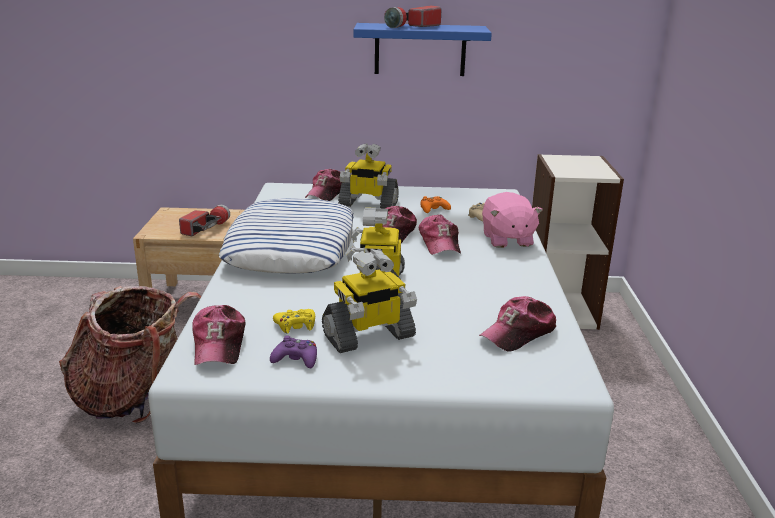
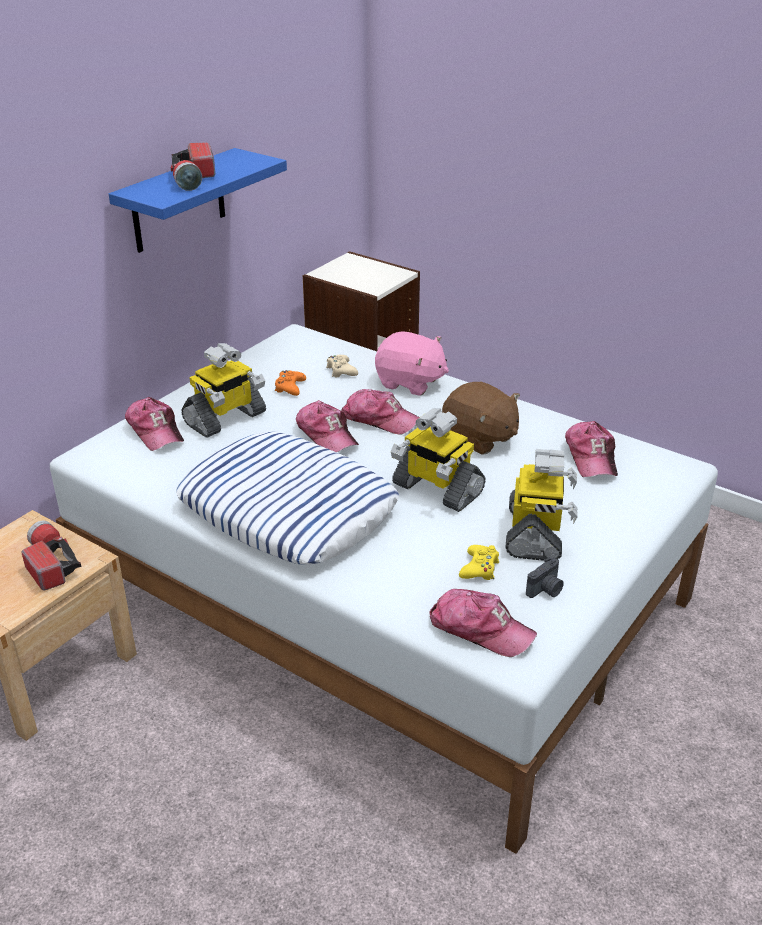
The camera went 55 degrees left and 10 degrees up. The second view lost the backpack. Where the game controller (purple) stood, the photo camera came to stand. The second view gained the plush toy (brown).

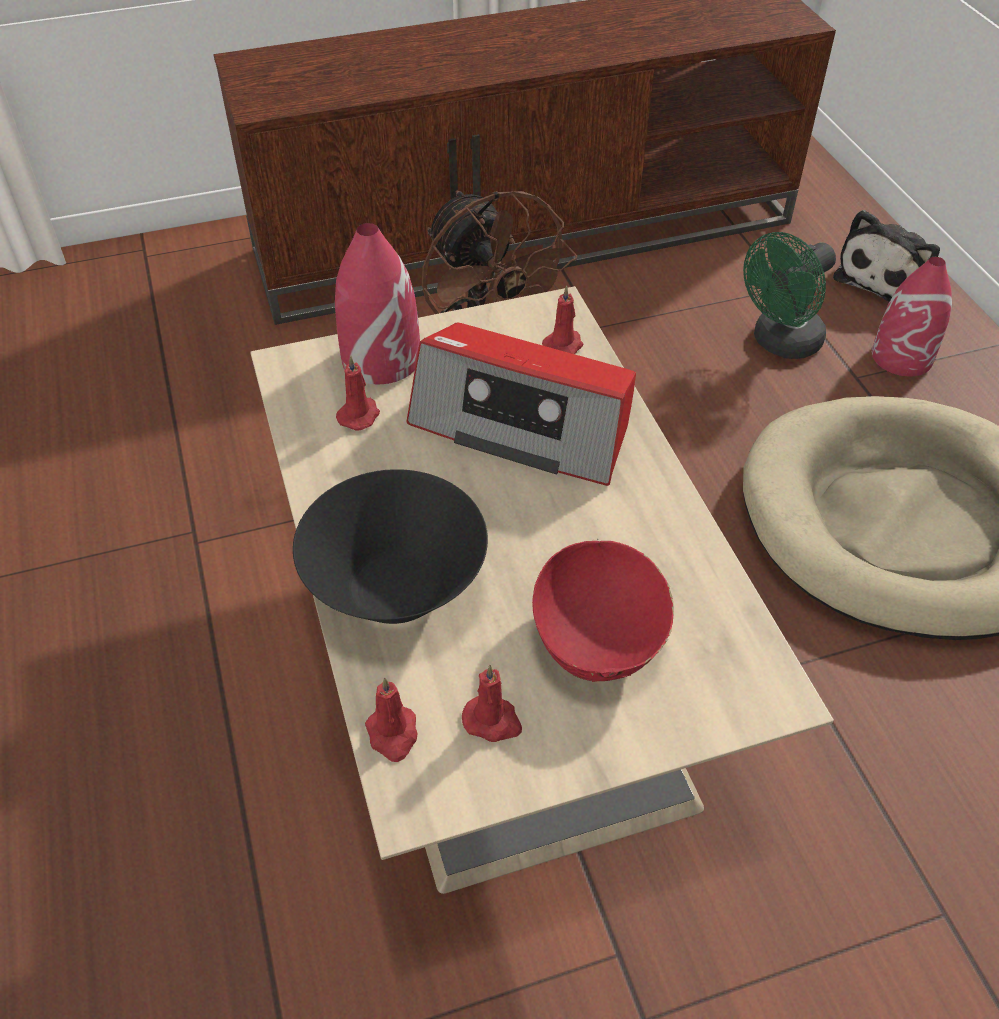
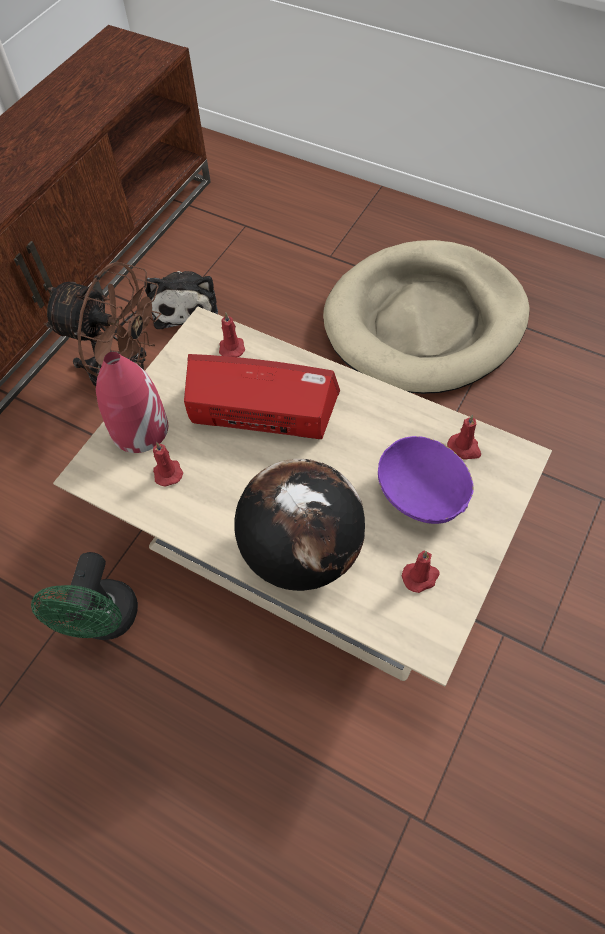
The camera went 40 degrees left and 10 degrees up. Where the bowl (black) stood, the globe came to stand. The candle (red) (2nd from left in the first image) ended up elsewhere. The radio ended up facing another way, 150 degrees counterclockwise from before. What was the bowl (red) turned into the bowl (purple). The fan (green) ended up elsewhere. The plush toy ended up elsewhere. The second view lost the vase (red) (2nd from left).

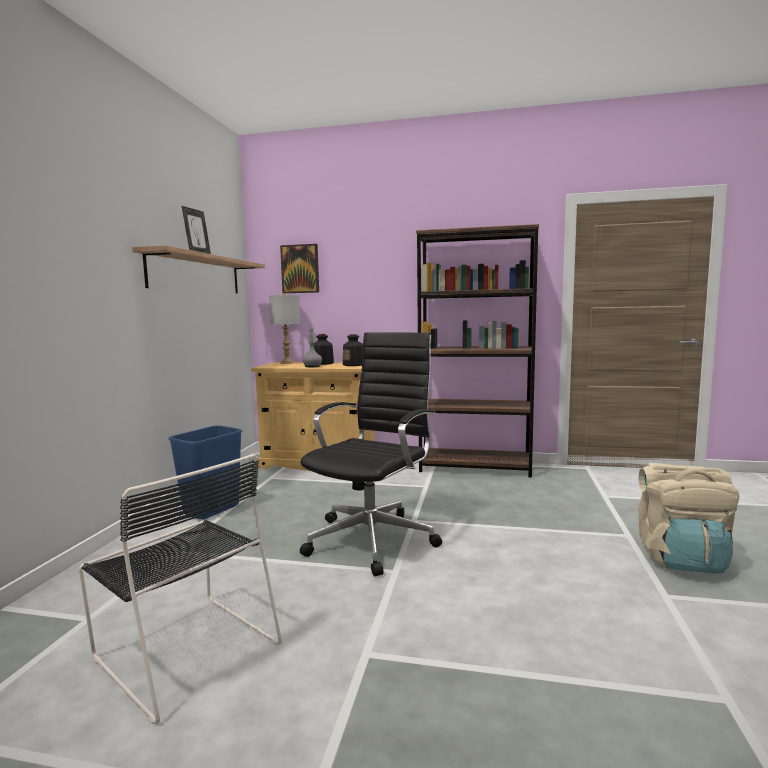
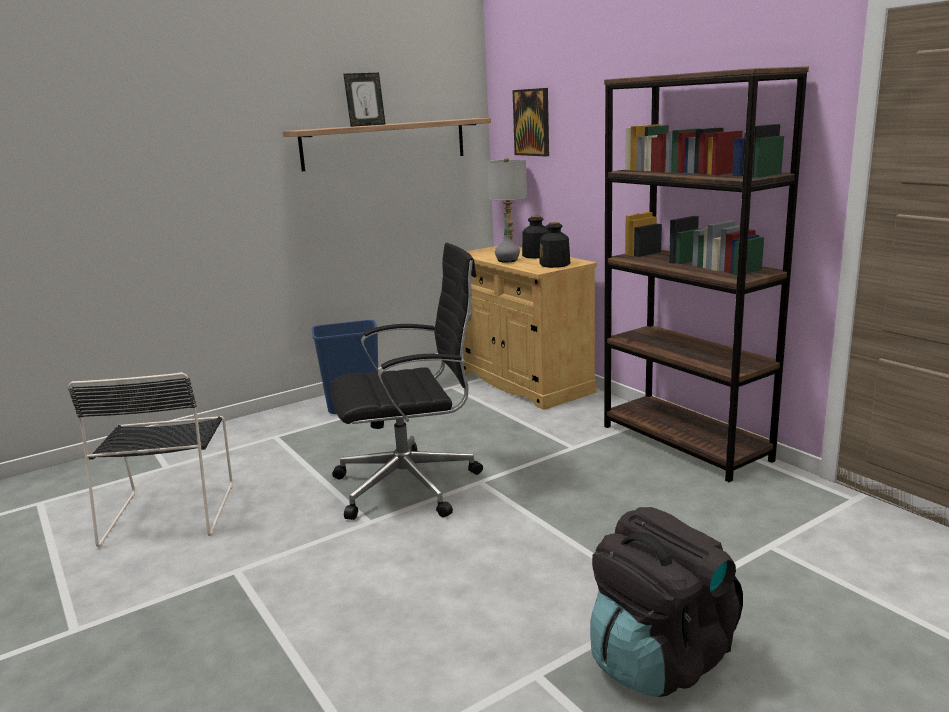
The camera went 45 degrees right and 10 degrees up. What was the backpack (beige) turned into the backpack (black).

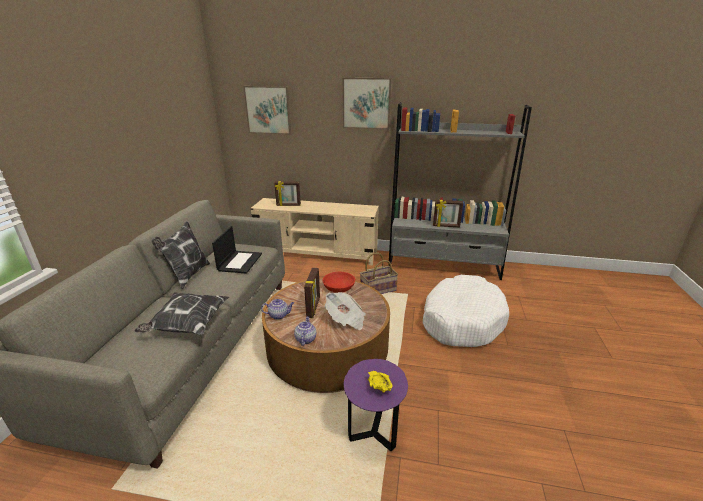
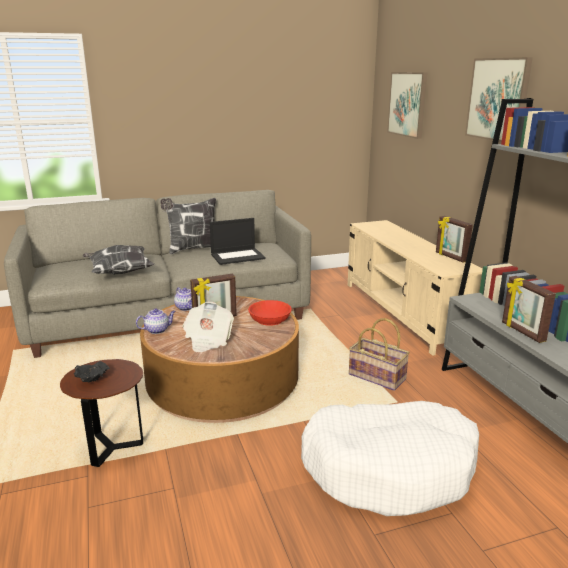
The camera went 60 degrees right and 5 degrees down. The picture frame (1st from left in the first image) ended up elsewhere. What was the side table (purple) turned into the side table (brown). What was the bowl (yellow) turned into the bowl (black).

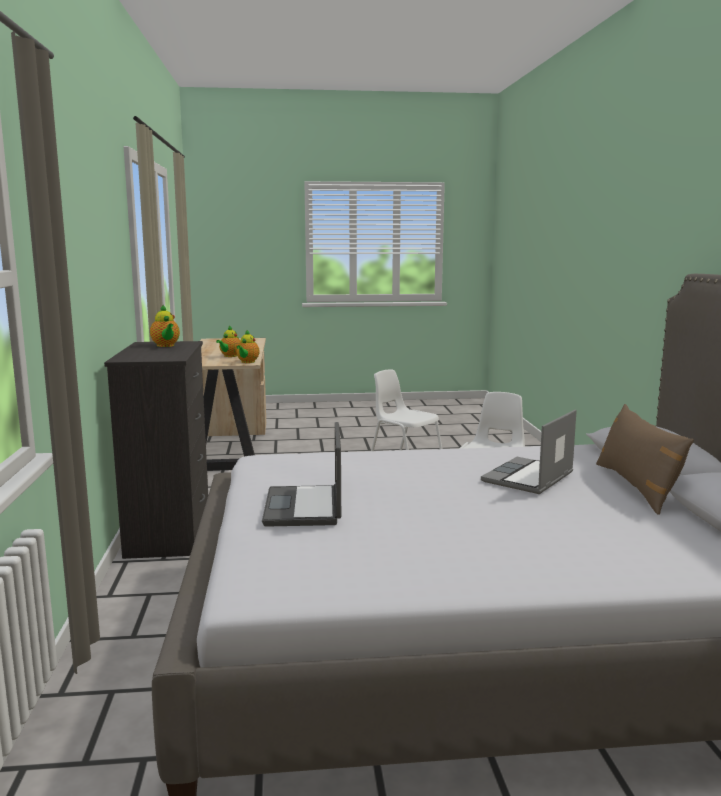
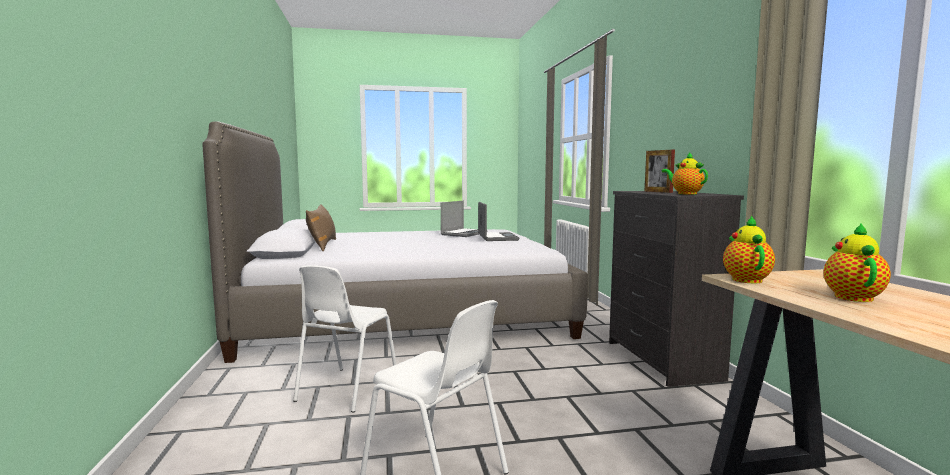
The camera went 175 degrees right and 5 degrees down. The laptop (2nd from left in the first image) ended up elsewhere. The second view gained the picture frame.

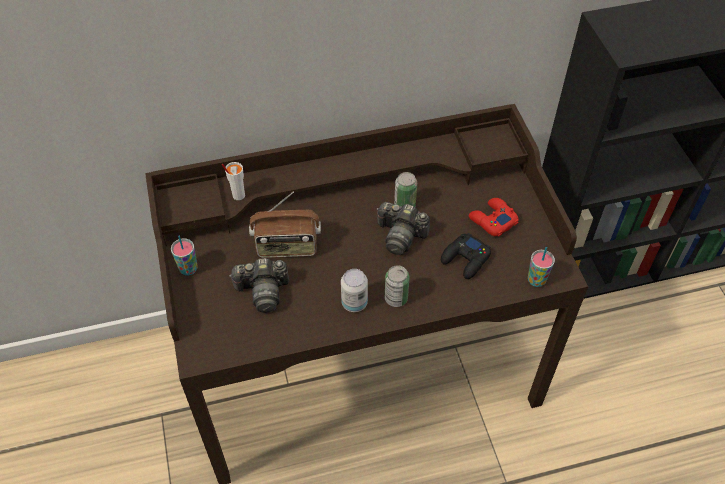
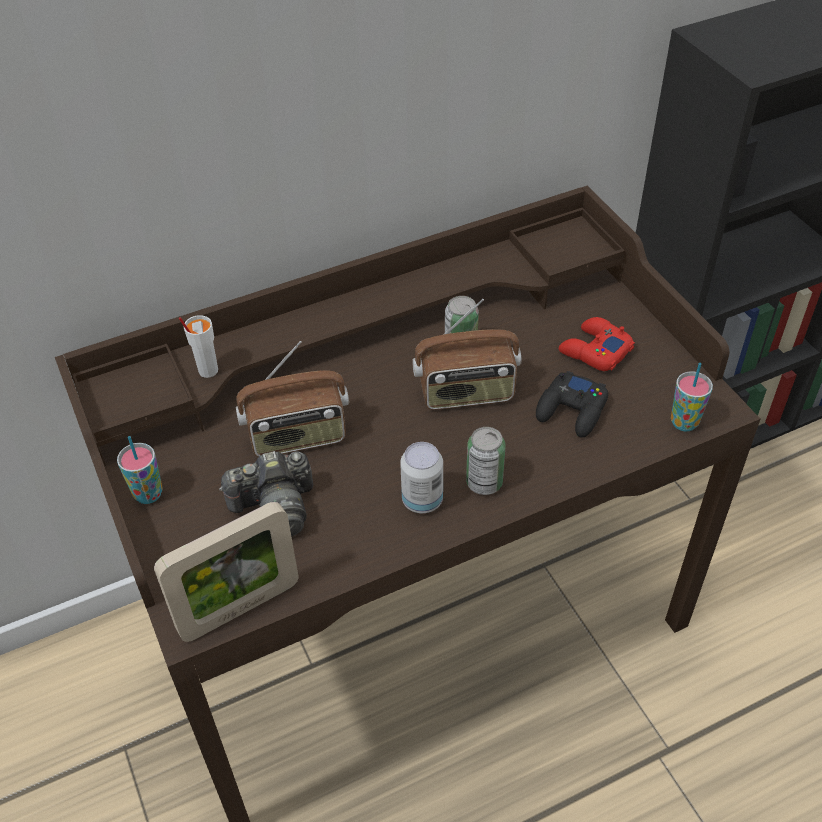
The camera went 10 degrees left and 5 degrees down. Where the photo camera (2nd from left) stood, the radio (2nd from left) came to stand. The second view gained the picture frame.

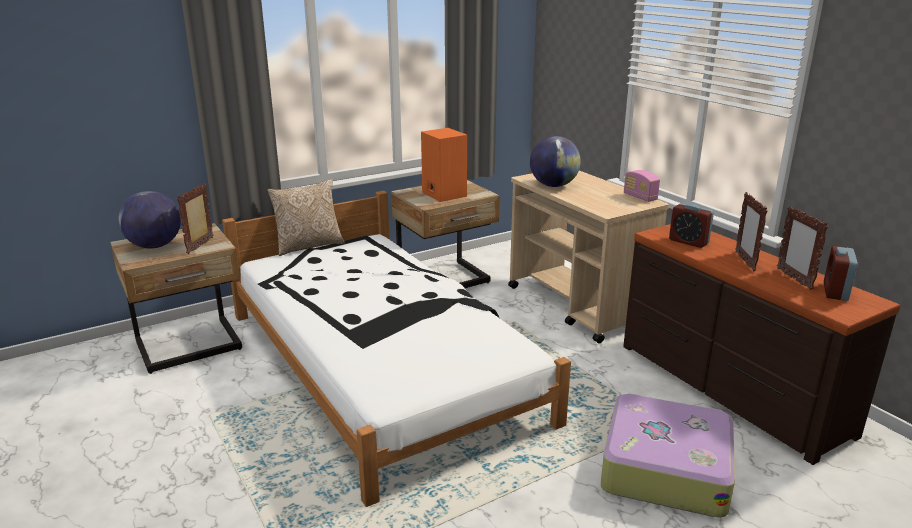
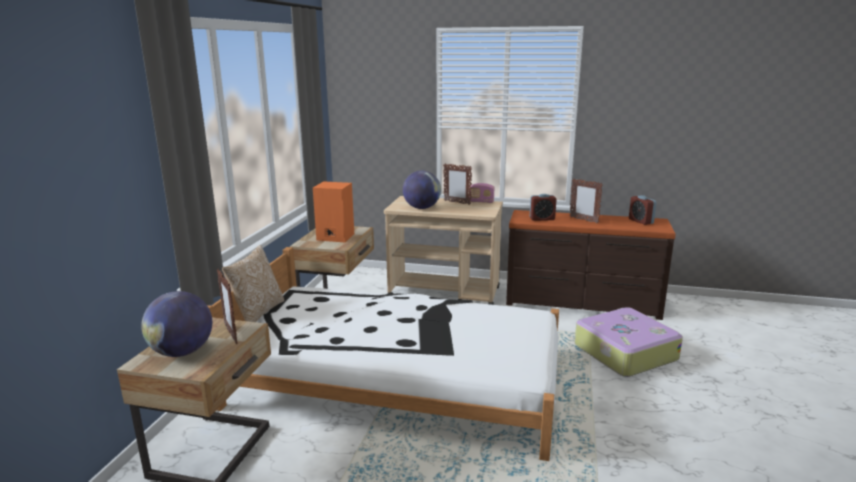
The camera went 45 degrees left and 5 degrees down. The picture frame (3rd from left in the first image) ended up elsewhere.

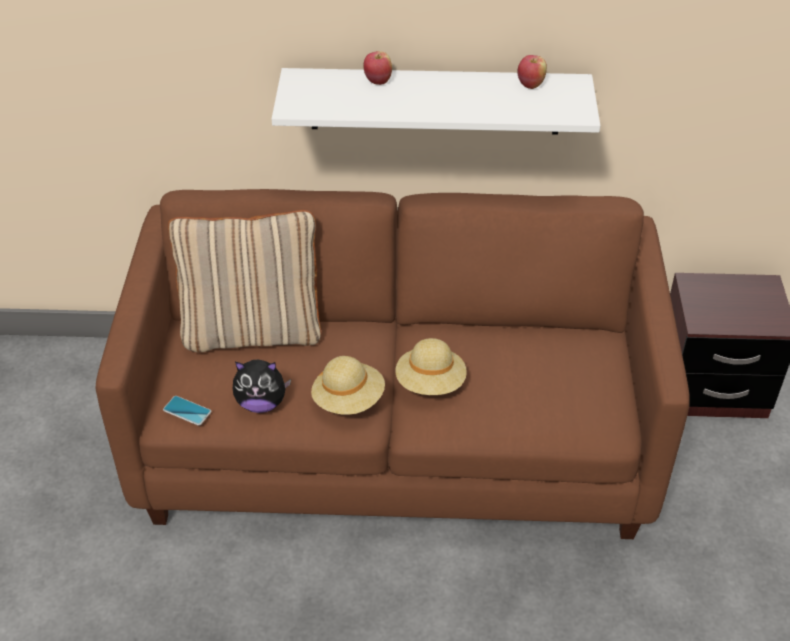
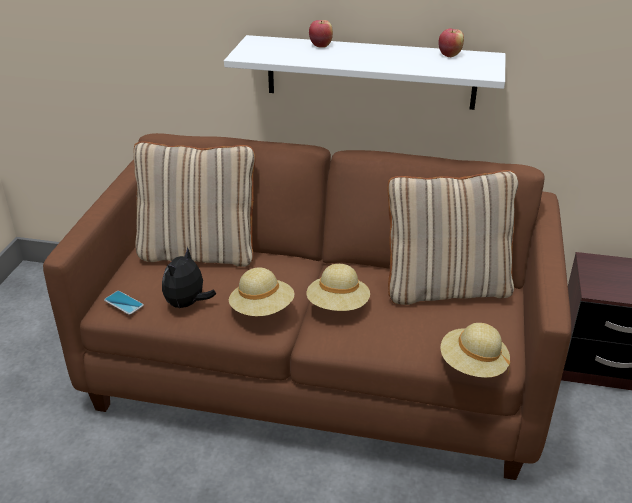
The camera went 10 degrees right and 10 degrees down. The plush toy ended up facing another way, 105 degrees clockwise from before. The second view gained the pillow (beige) (2nd from left). The second view gained the hat (beige) (3rd from left).

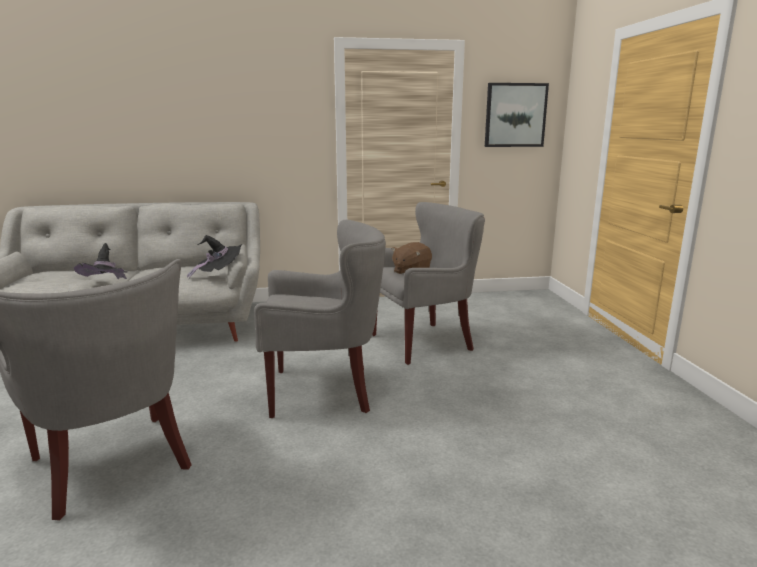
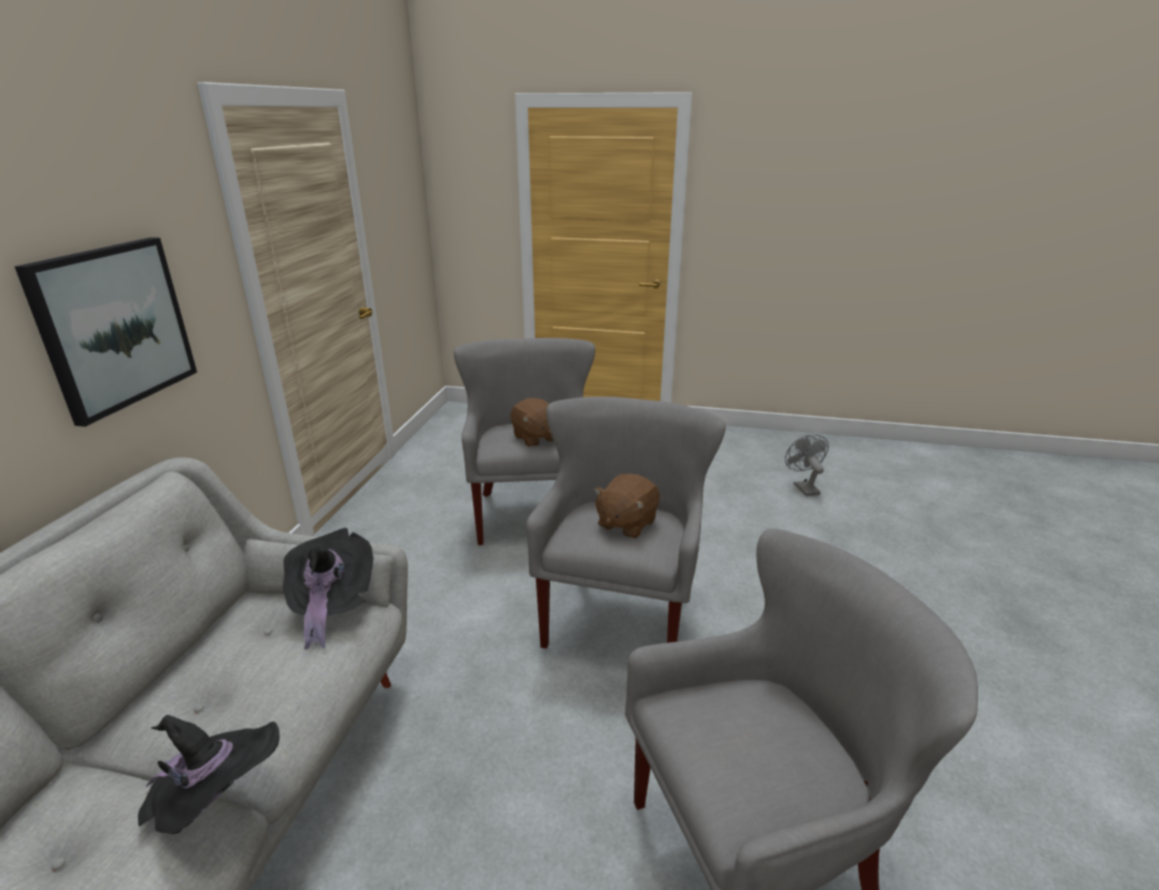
The camera went 70 degrees left and 10 degrees up. The picture ended up elsewhere. The second view gained the plush toy (brown) (2nd from left). The second view gained the fan (grey).

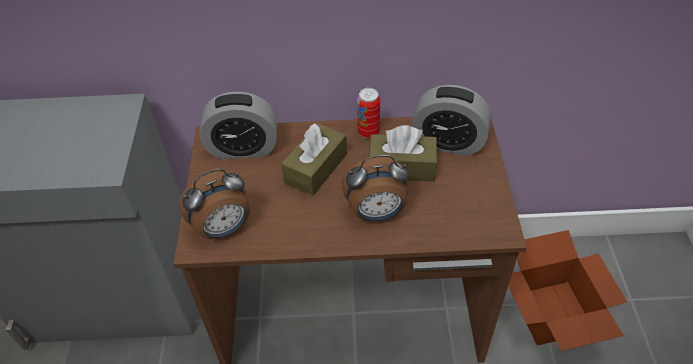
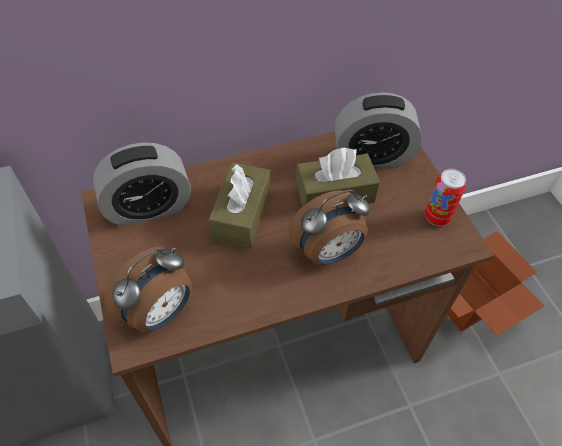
The camera went 20 degrees left and 5 degrees up. The can ended up elsewhere.

